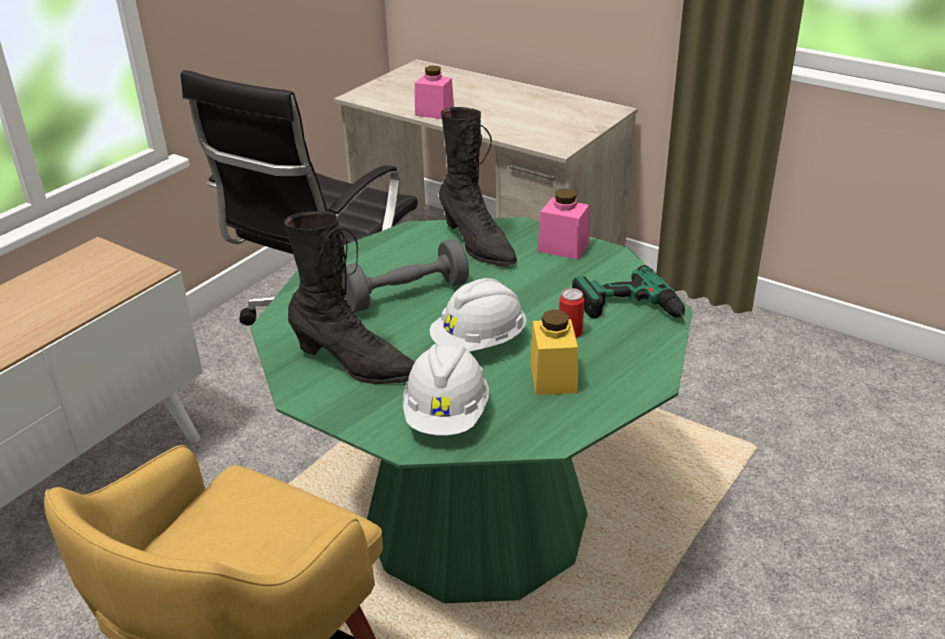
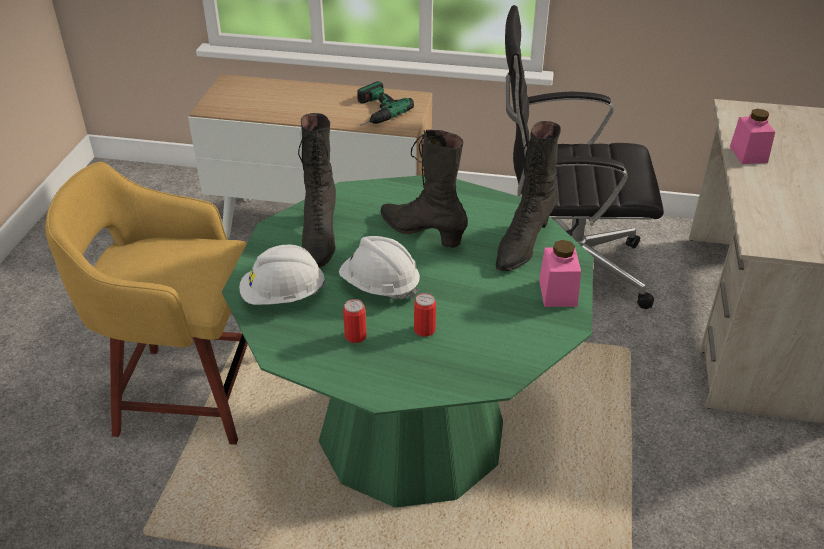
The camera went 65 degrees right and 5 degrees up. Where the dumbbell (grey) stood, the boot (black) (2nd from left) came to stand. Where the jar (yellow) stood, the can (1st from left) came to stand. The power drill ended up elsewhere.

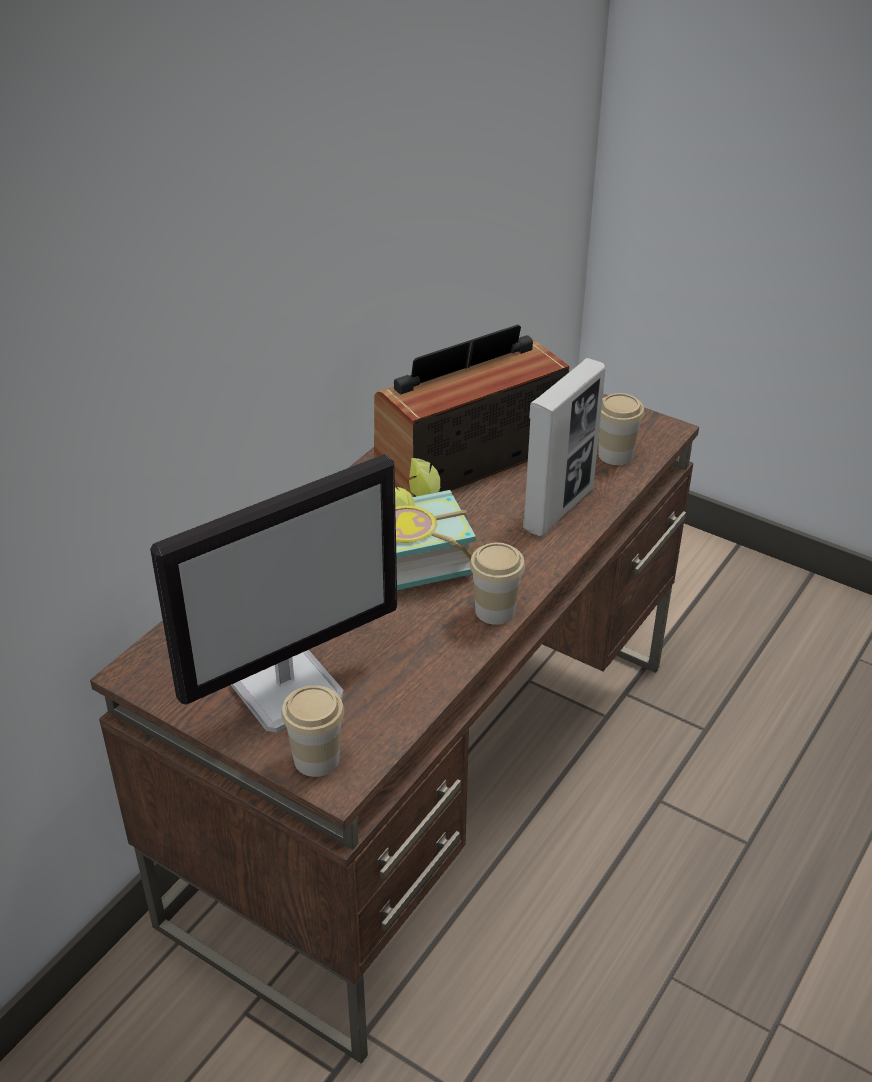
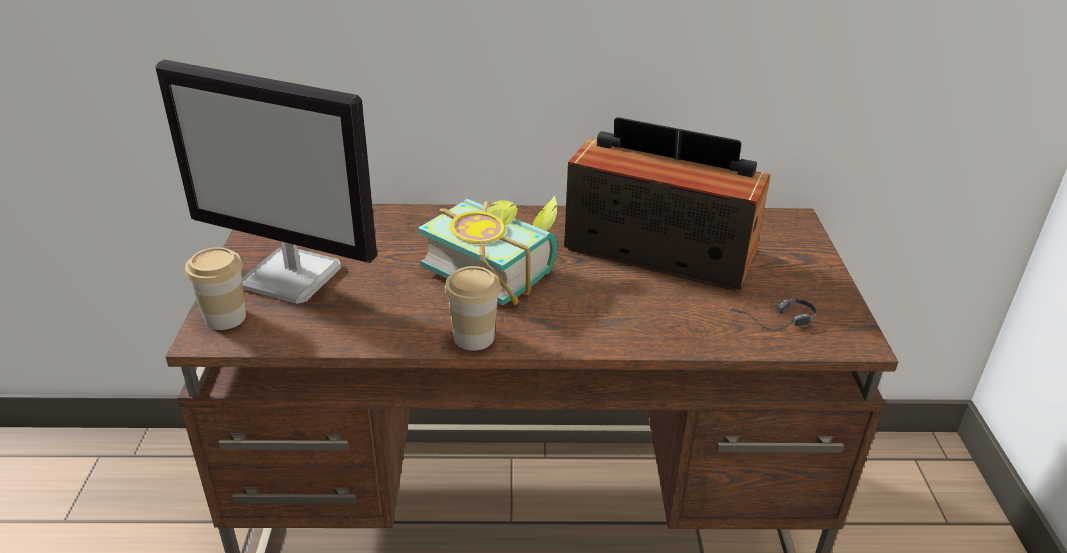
The camera went 55 degrees right and 5 degrees down. The second view lost the picture frame. Where the cup (3rd from left) stood, the headphones came to stand.

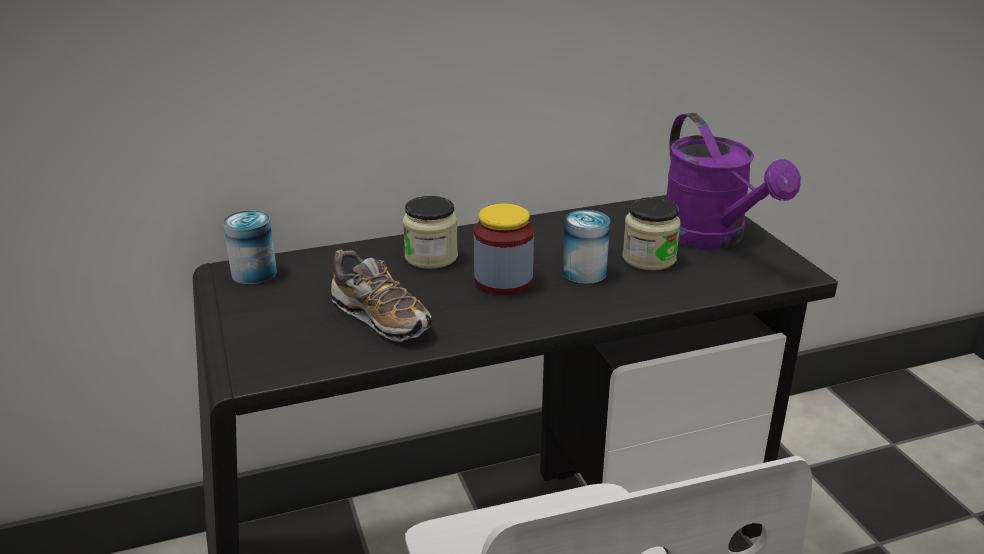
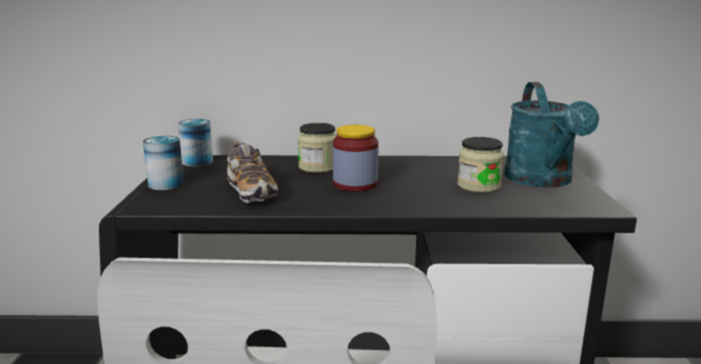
The camera went 20 degrees right and 10 degrees down. The can (2nd from left in the first image) ended up elsewhere. What was the watering can (purple) turned into the watering can (turquoise).

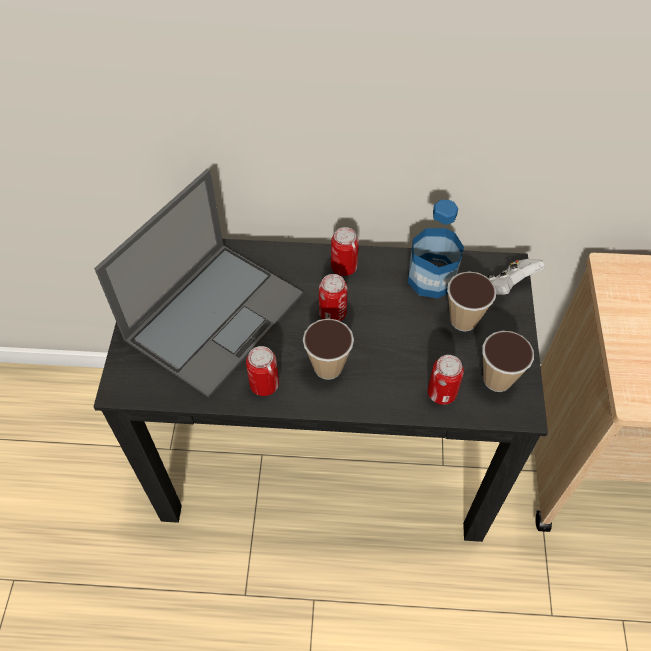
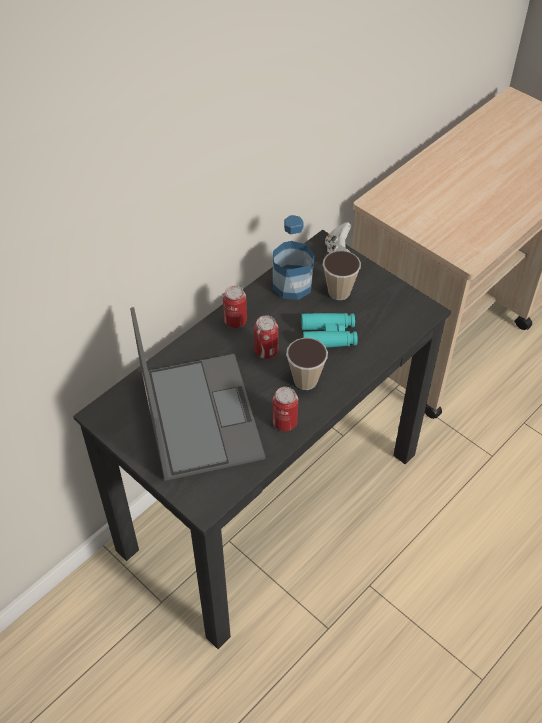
The camera went 50 degrees left and 5 degrees down. The second view lost the can (4th from left). The second view lost the cup (3rd from left). The second view gained the binoculars (turquoise).

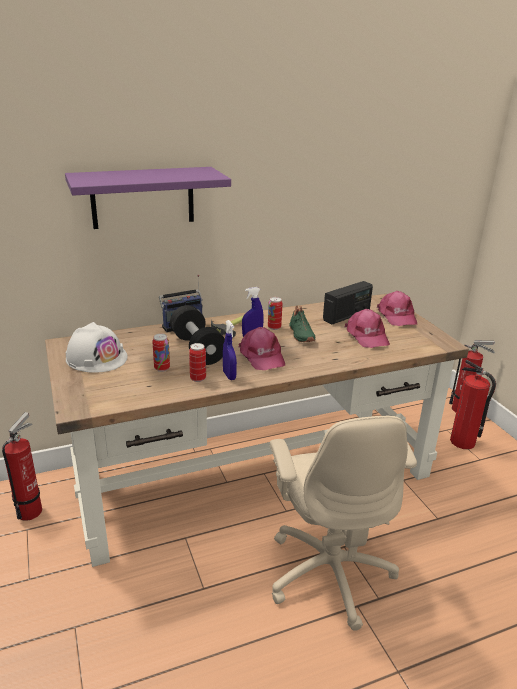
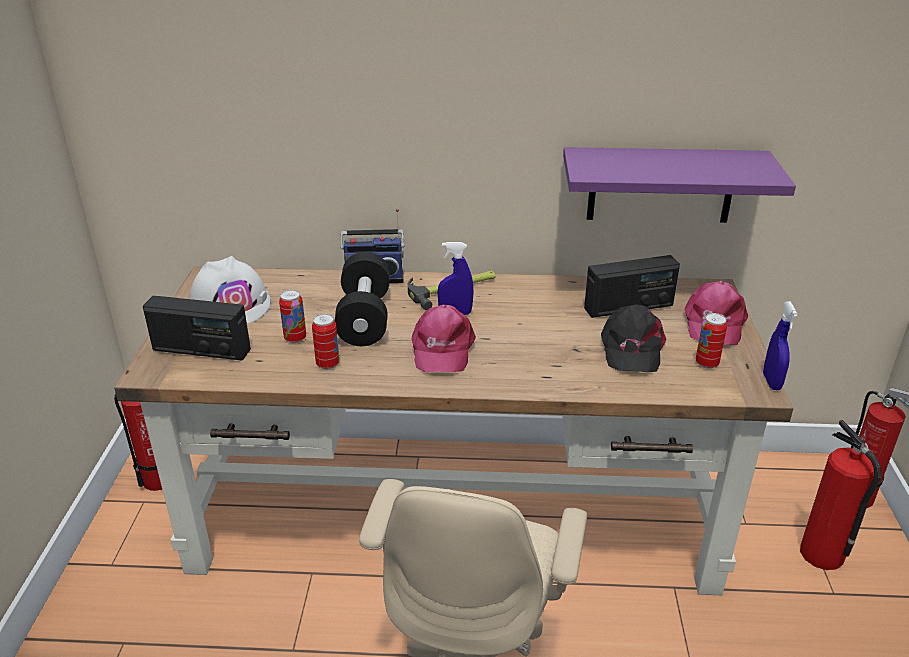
The camera went 25 degrees right and 5 degrees up. The shelf (purple) ended up elsewhere. The spray bottle (blue) (1st from left in the first image) ended up elsewhere. The can (3rd from left) ended up elsewhere. The second view lost the shoe (green). What was the cap (pink) (2nd from left) turned into the cap (black). The second view gained the radio (1st from left).

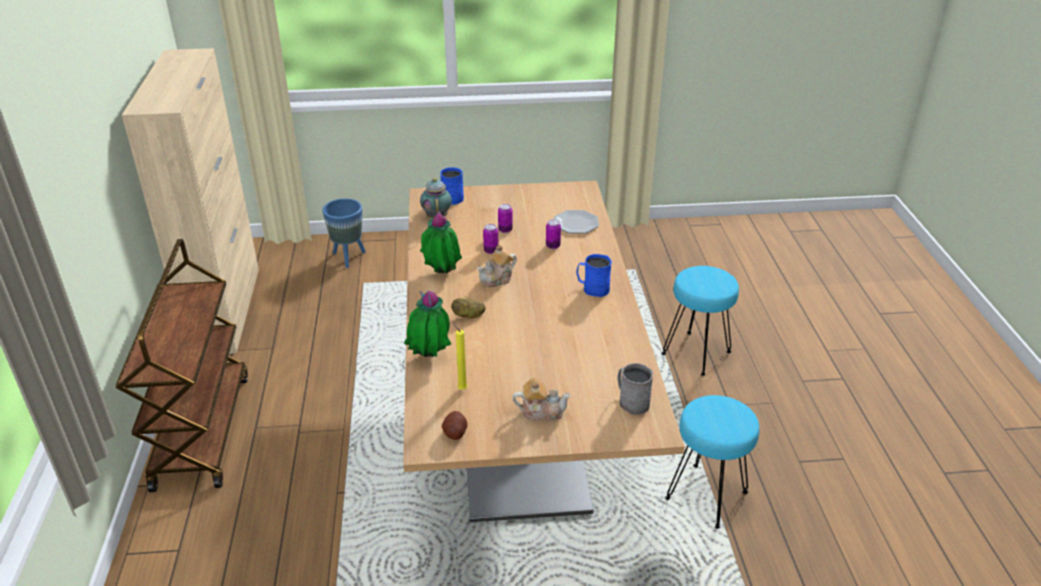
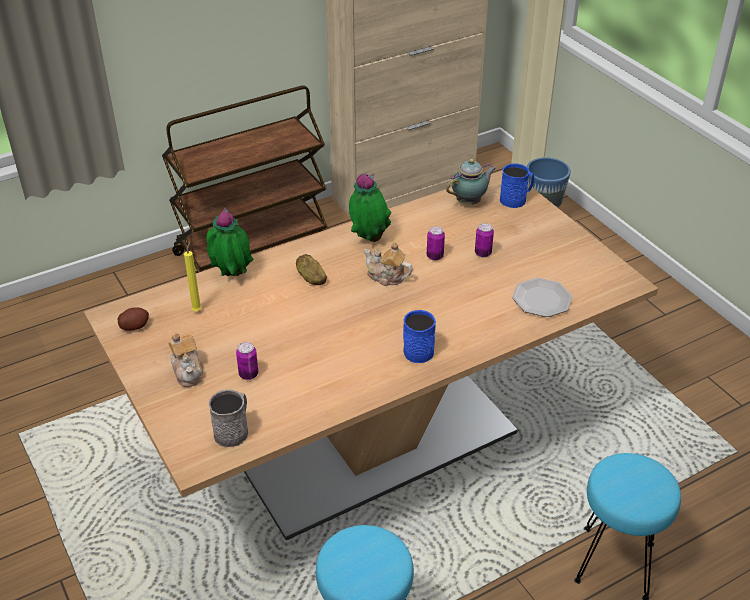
The camera went 65 degrees right and 5 degrees up. The can (3rd from left in the first image) ended up elsewhere.

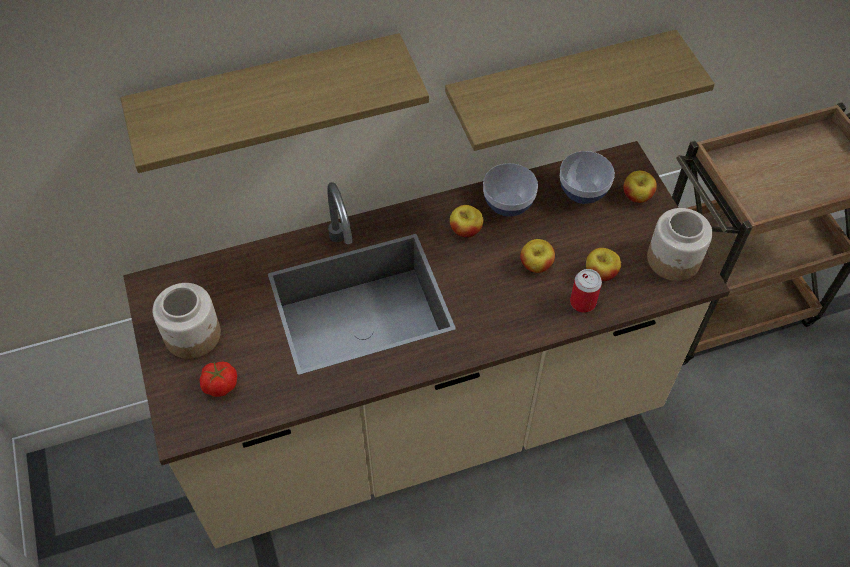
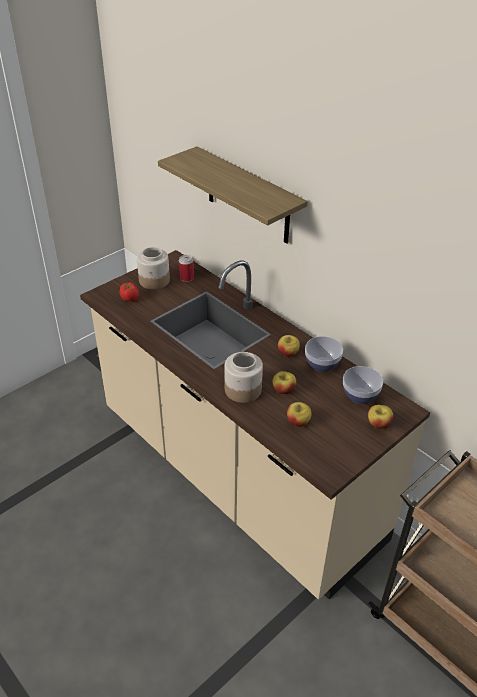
The camera went 65 degrees right and 15 degrees down. The second view lost the shelf (2nd from left). The can ended up elsewhere. The jar (2nd from left) ended up elsewhere.

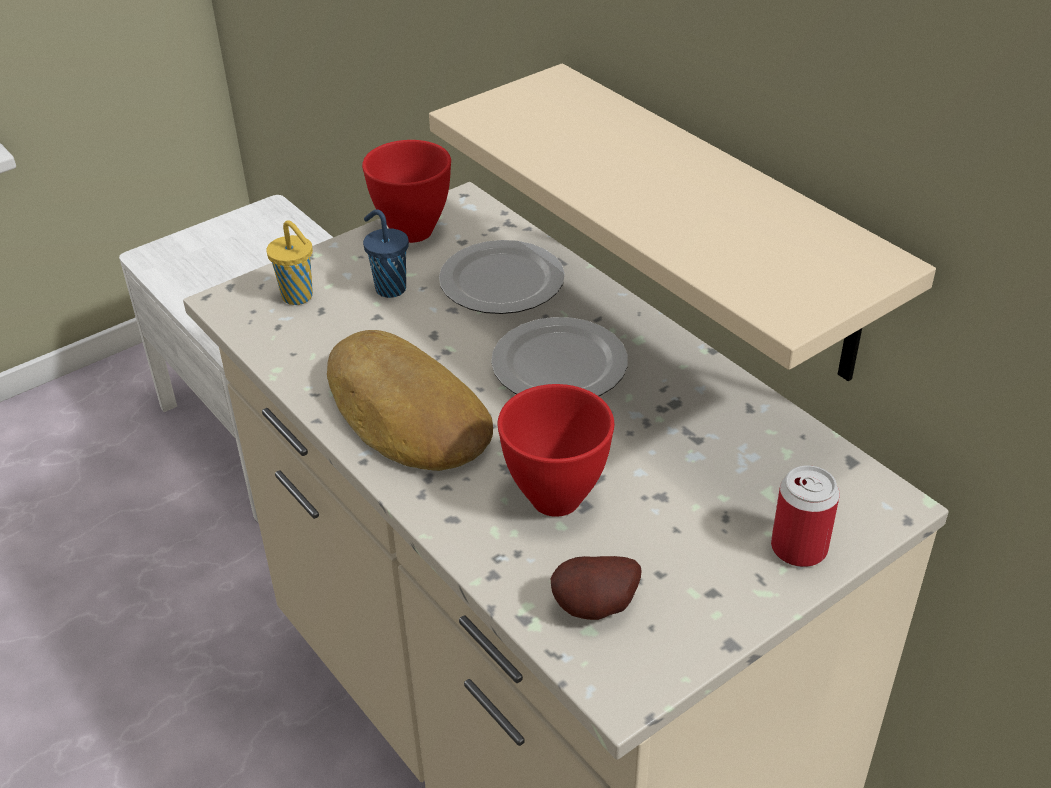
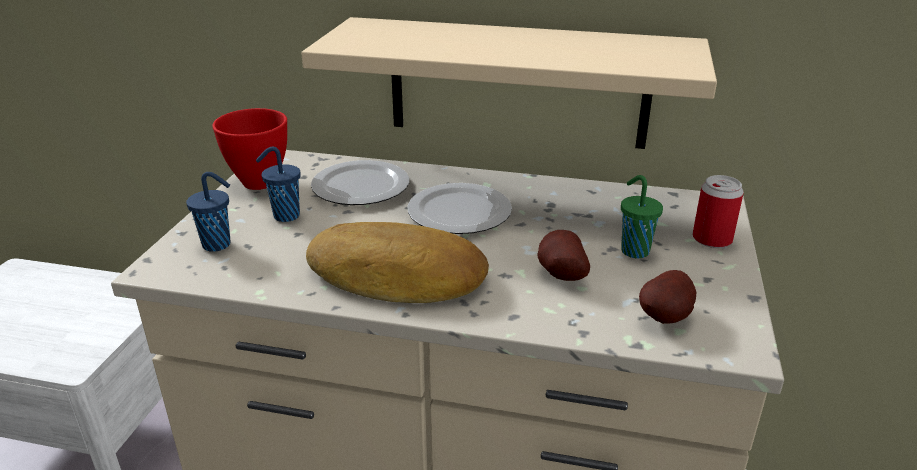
The camera went 40 degrees left and 10 degrees down. What was the cup (yellow) turned into the cup (blue) (1st from left). Where the bowl (red) (2nd from left) stood, the potato (1st from left) came to stand. The second view gained the cup (green).

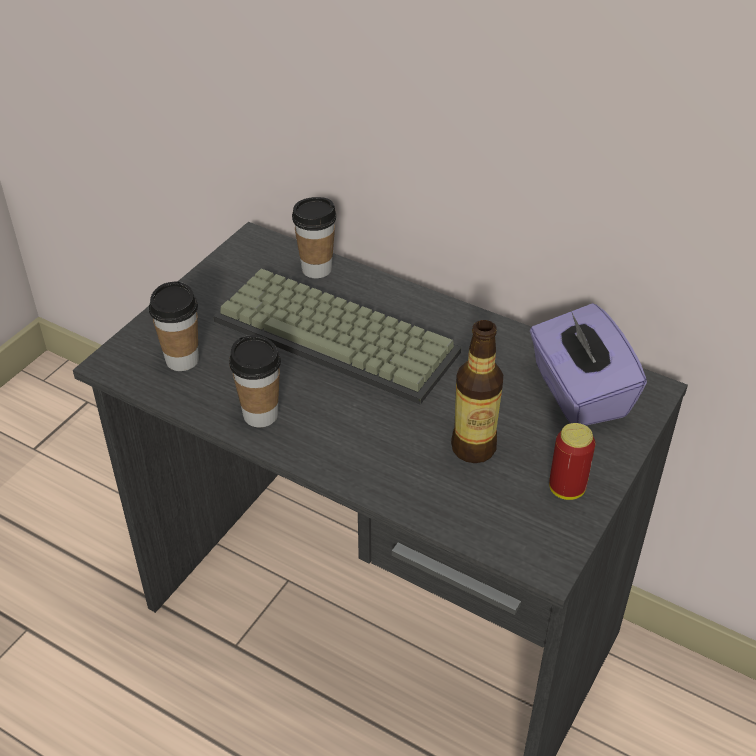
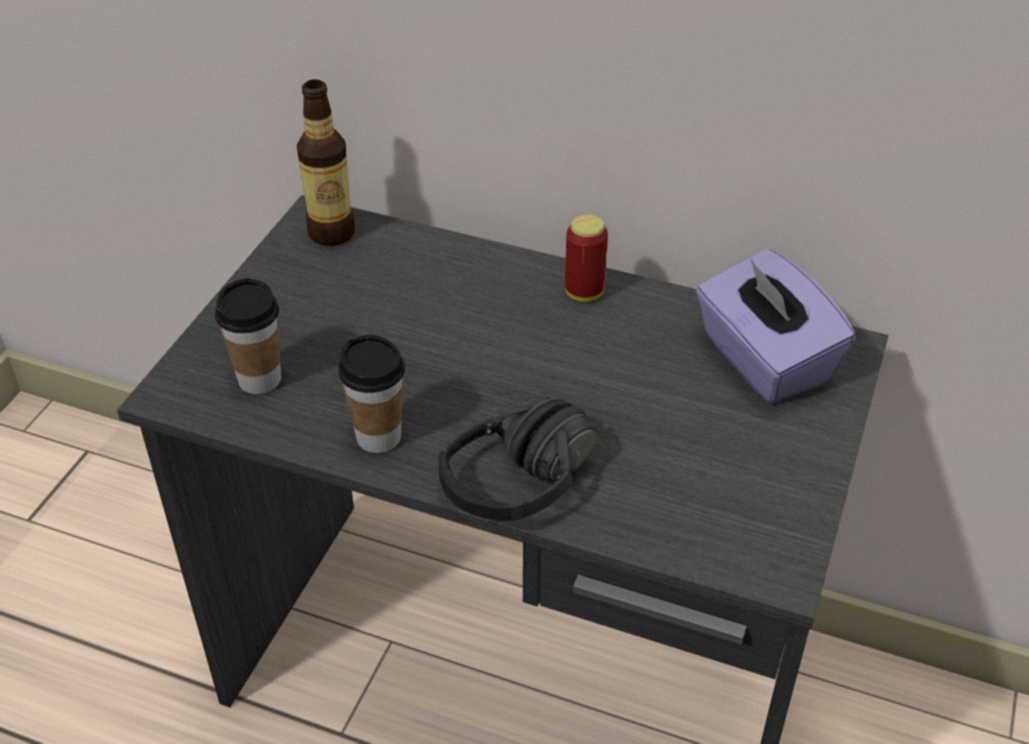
The camera went 10 degrees left and 0 degrees up. The second view lost the keyboard. The second view lost the cup (3rd from left). The bottle ended up elsewhere. The can ended up elsewhere. The second view gained the headphones (black).

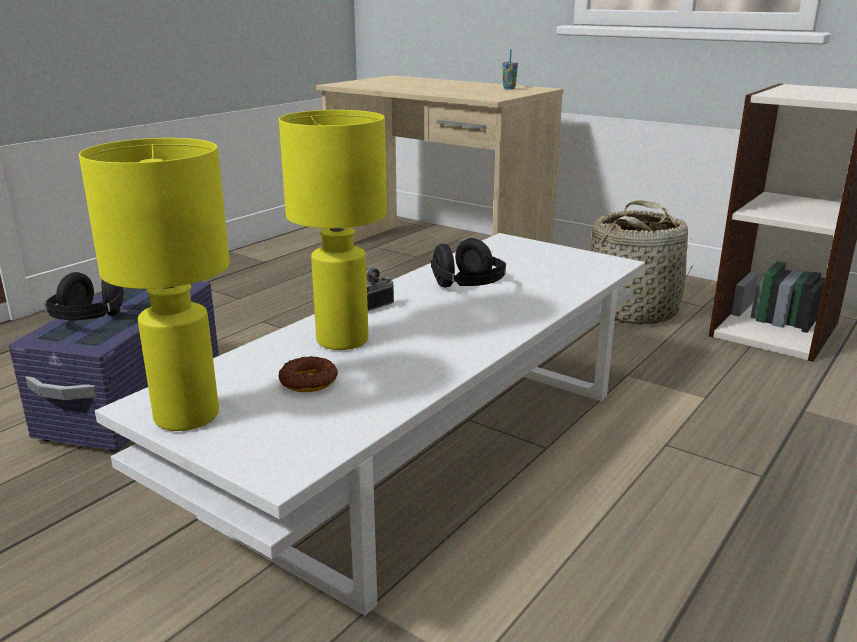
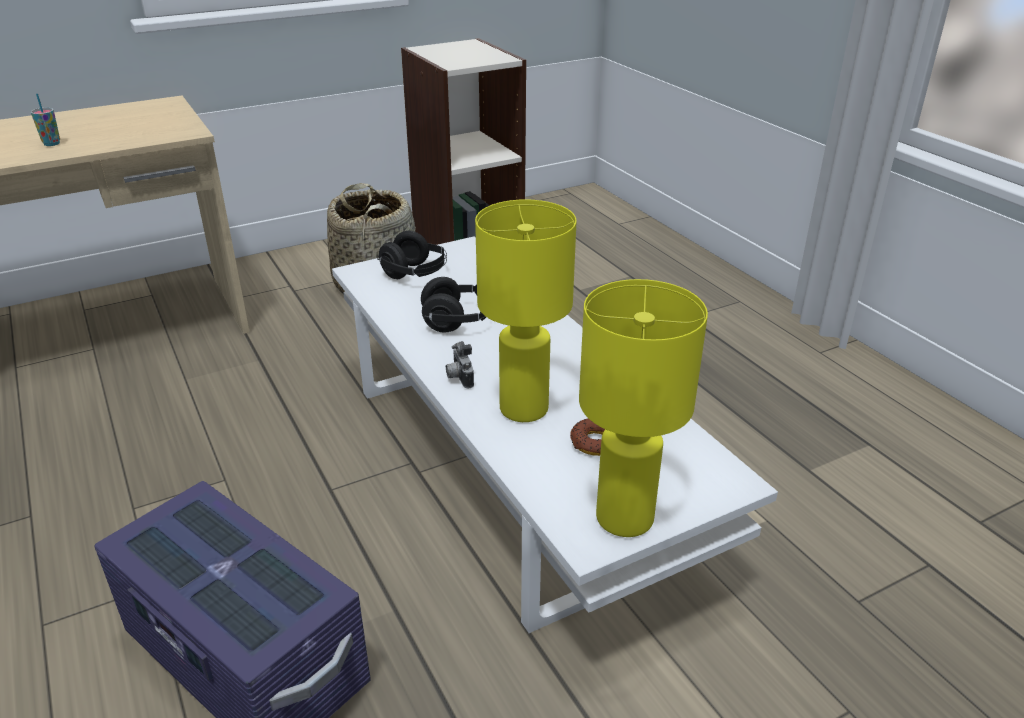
The camera went 65 degrees left and 10 degrees up. The headphones (black) (1st from left) ended up elsewhere. The cup ended up elsewhere.

